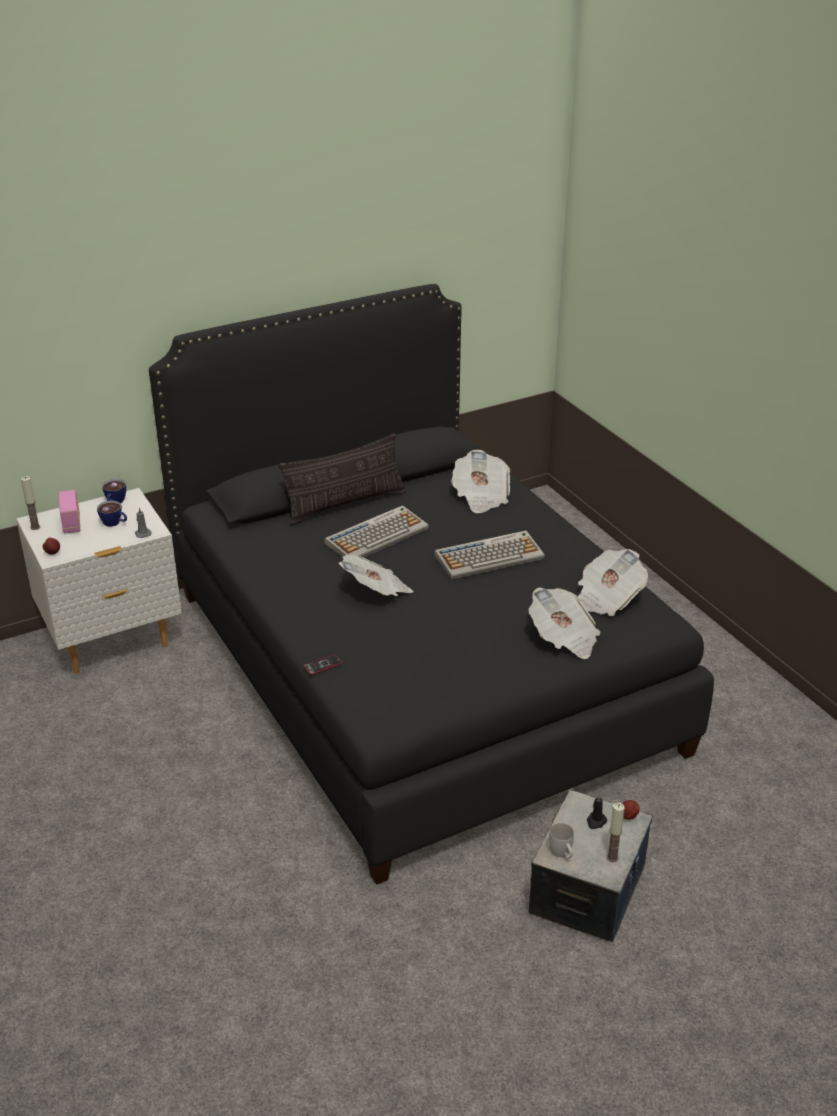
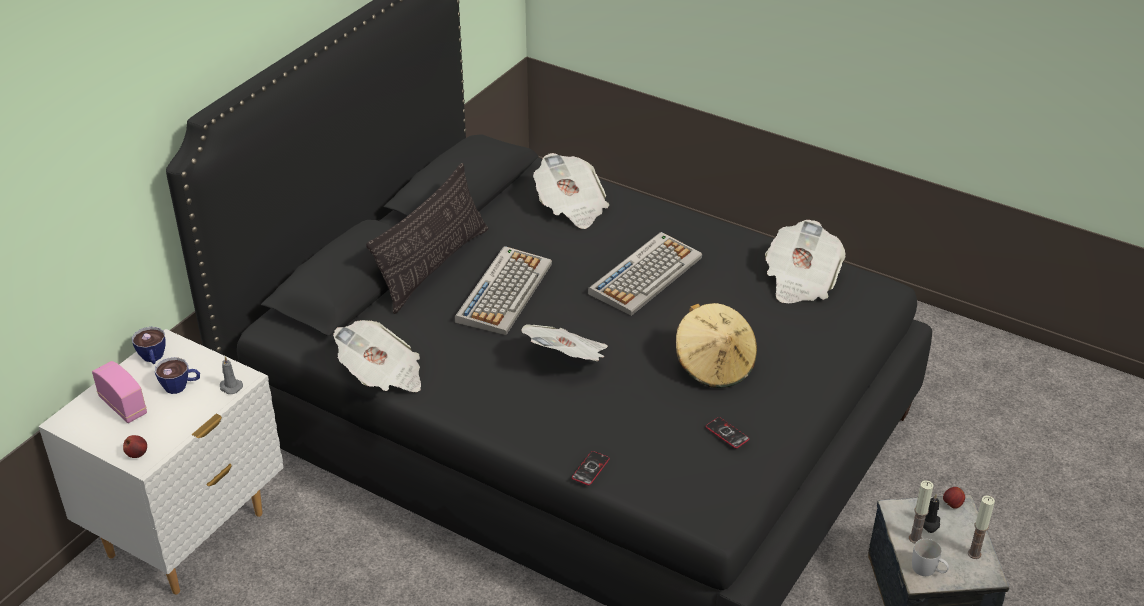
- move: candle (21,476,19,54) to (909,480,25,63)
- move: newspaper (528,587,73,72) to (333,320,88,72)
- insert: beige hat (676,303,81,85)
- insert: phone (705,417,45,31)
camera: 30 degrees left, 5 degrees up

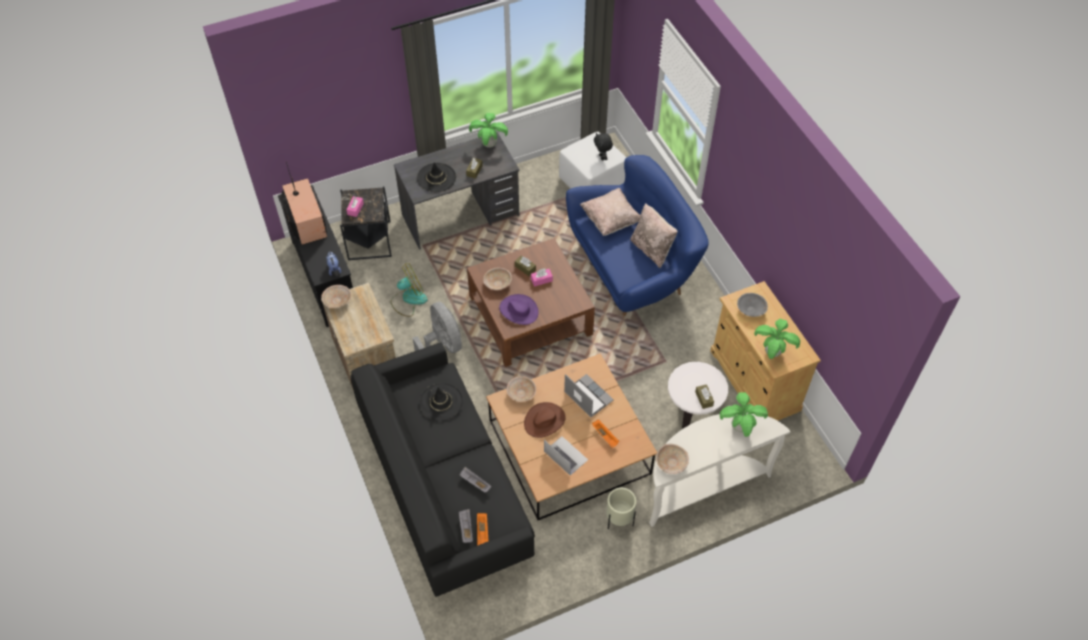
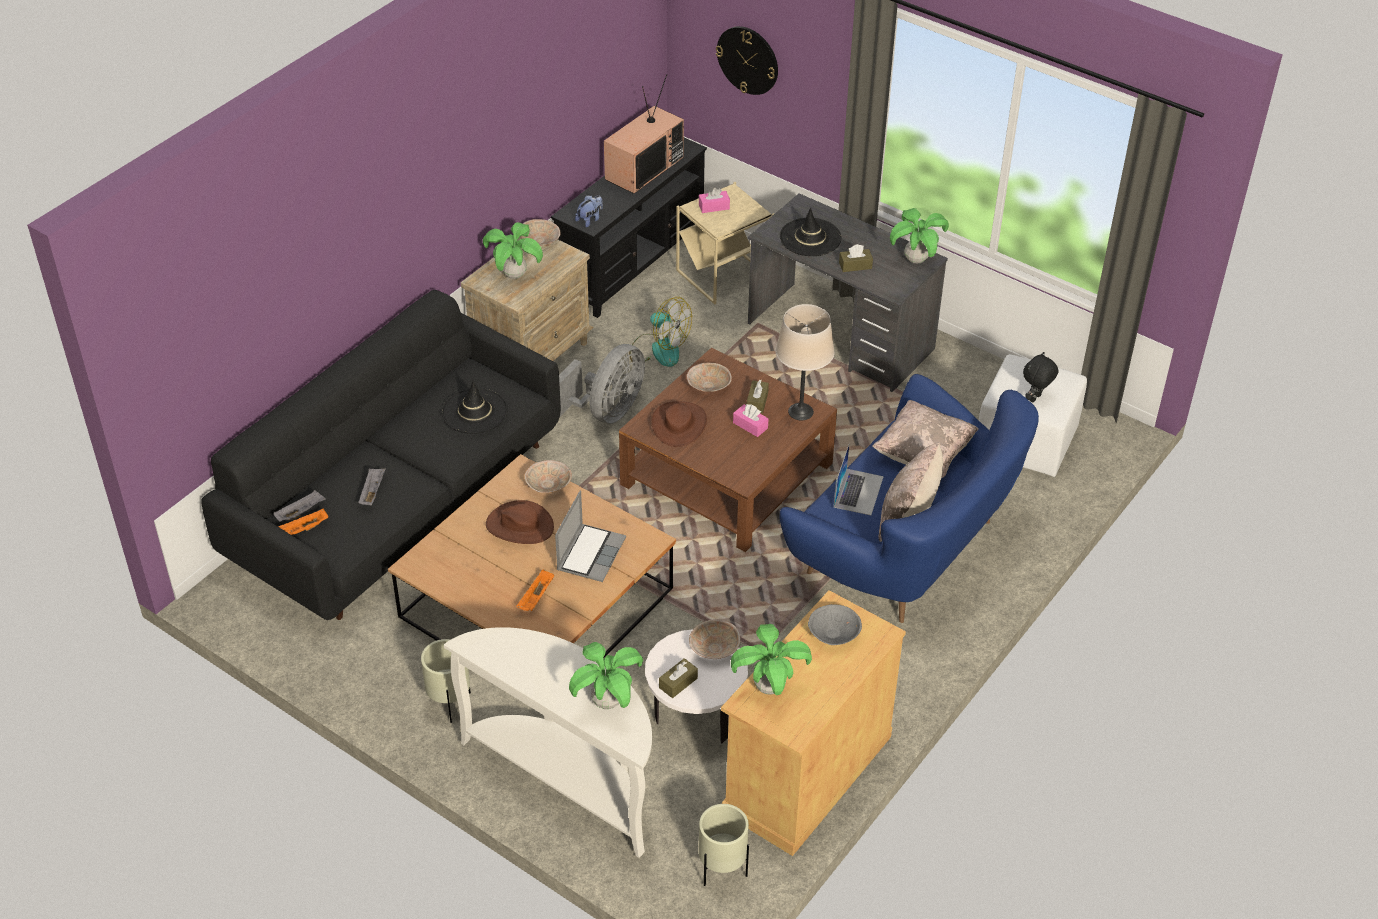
- recolor: black side table (340,186,52,74) to beige side table (676,182,98,123)
- recolor: purple hat (499,294,40,31) to brown hat (651,401,56,46)
- move: laptop (544,436,44,40) to (834,445,50,70)
- move: beige bowl (656,444,33,30) to (689,620,51,39)
- insert: wall clock (716,26,62,69)
- insert: potted plant (483,222,60,57)
- insert: beige table lamp (775,304,60,117)
- insert: beige planter (699,804,50,82)
camera: 60 degrees right, 10 degrees down

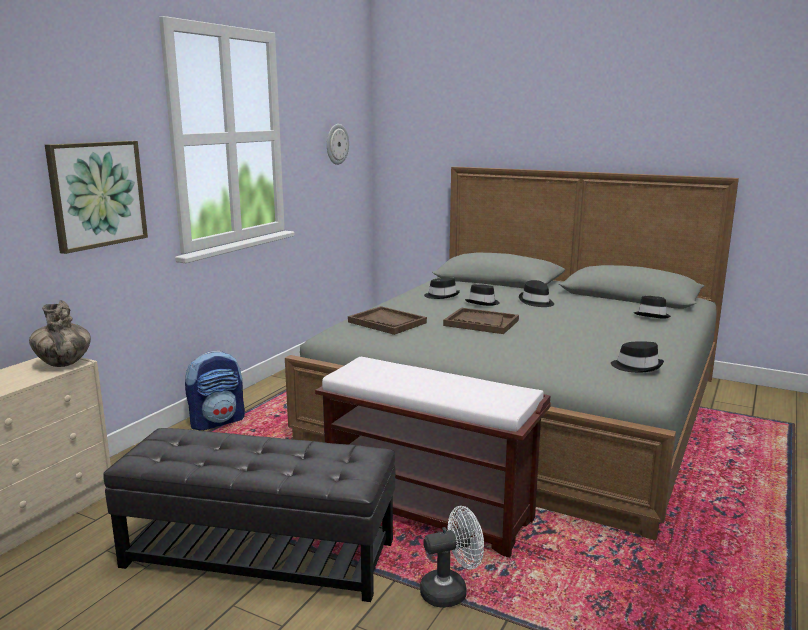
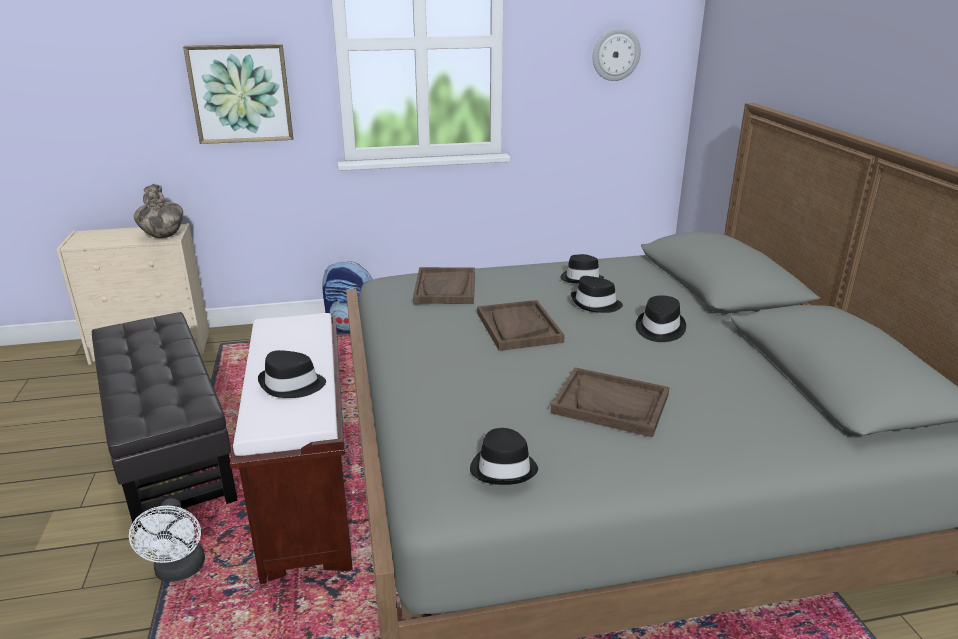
- move: black hat (633,296,38,23) to (258,350,68,48)
- rotate: white fan (420,506,64,102) = (129,498,76,84) 45 degrees clockwise
- insert: brown tray (551,367,119,70)
camera: 50 degrees right, 10 degrees up

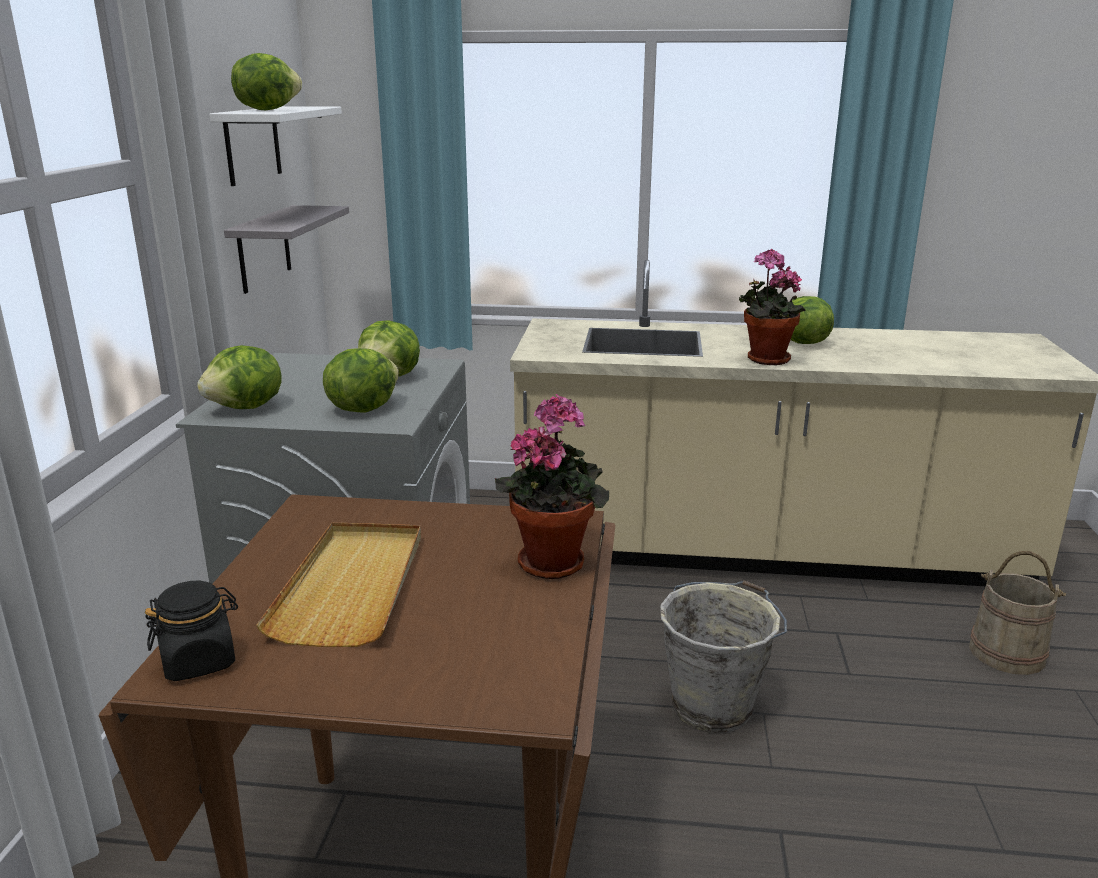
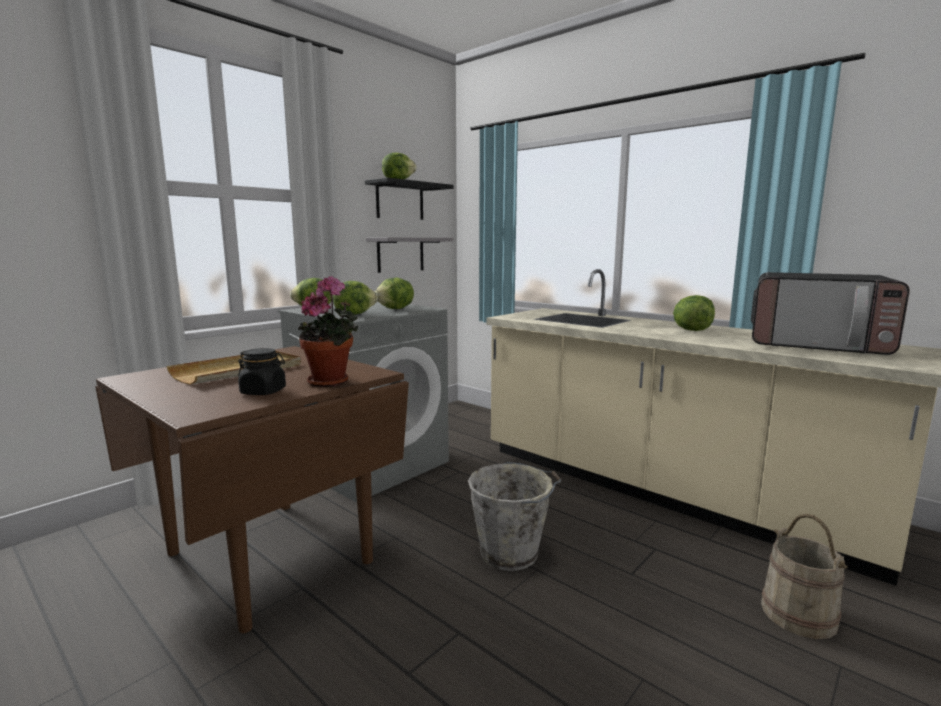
- recolor: white shelf (209,106,133,80) to black shelf (365,177,89,43)
- delete: potted plant (739,249,67,116)
- move: black jar (145,581,93,100) to (238,348,48,47)
- insert: microwave (751,272,159,83)
camera: 35 degrees right, 10 degrees down

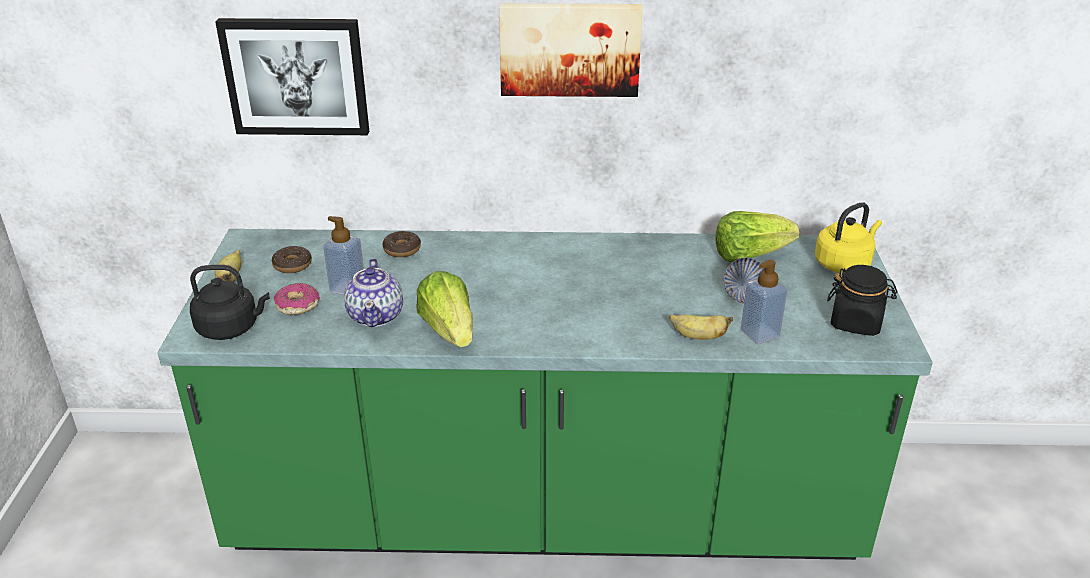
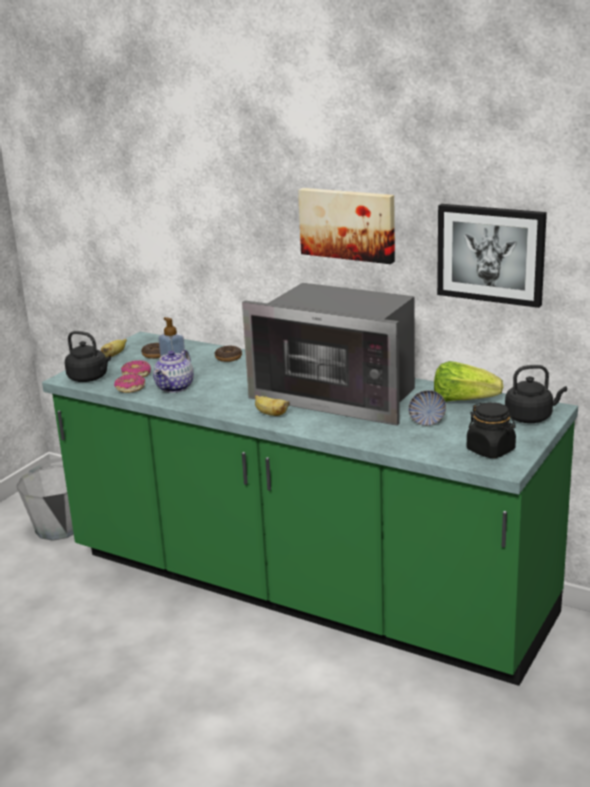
- move: picture (215,18,154,117) to (437,204,110,104)
- recolor: yellow kettle (815,202,67,72) to black kettle (505,365,62,58)
- delete: soap dispenser (741,260,46,84)
- delete: lettuce (416,271,57,76)
- move: banana (669,315,64,25) to (255,395,35,21)
- insert: microwave (242,283,173,143)
- insert: donut (114,374,31,19)
- insert: grey bucket (16,458,58,83)
camera: 30 degrees right, 10 degrees down

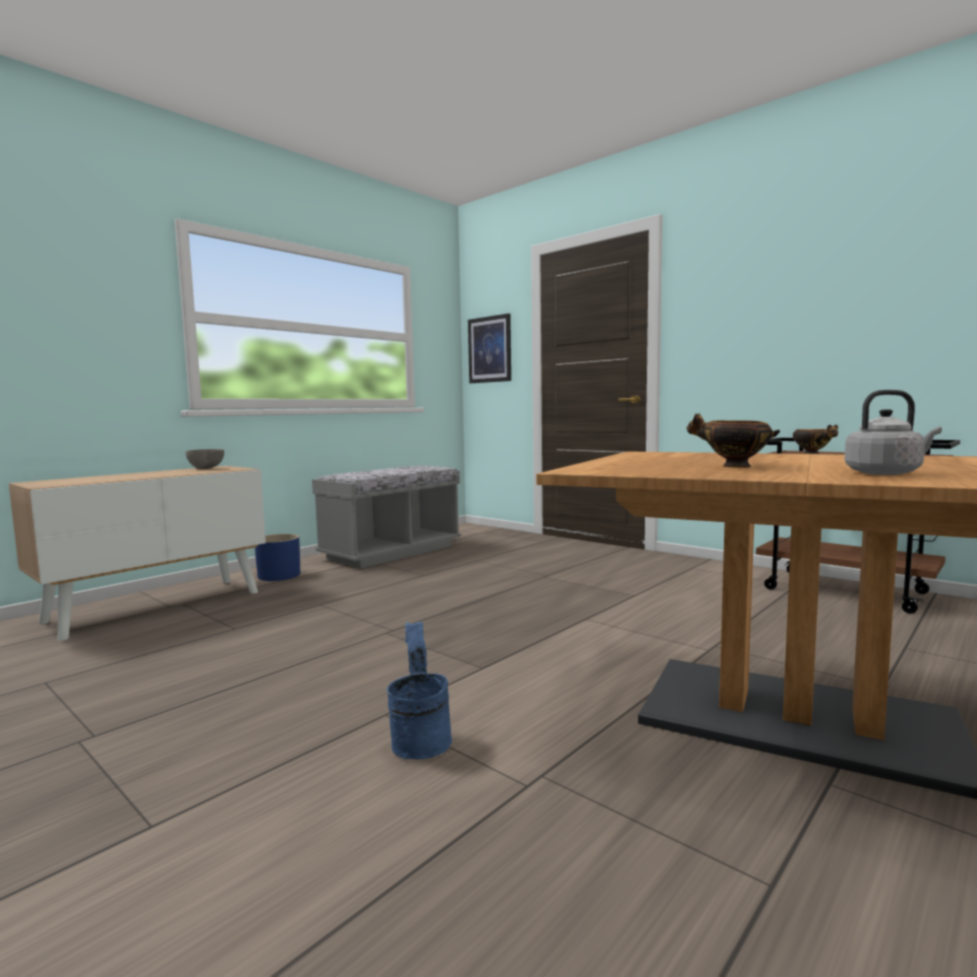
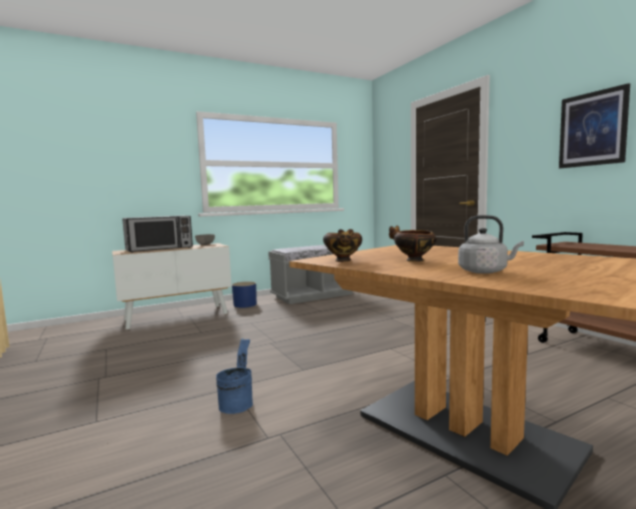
- move: picture (468,313,43,70) to (559,83,71,85)
- move: bowl (793,425,45,29) to (323,229,39,33)
- insert: microwave (122,216,71,37)
camera: 20 degrees right, 0 degrees up

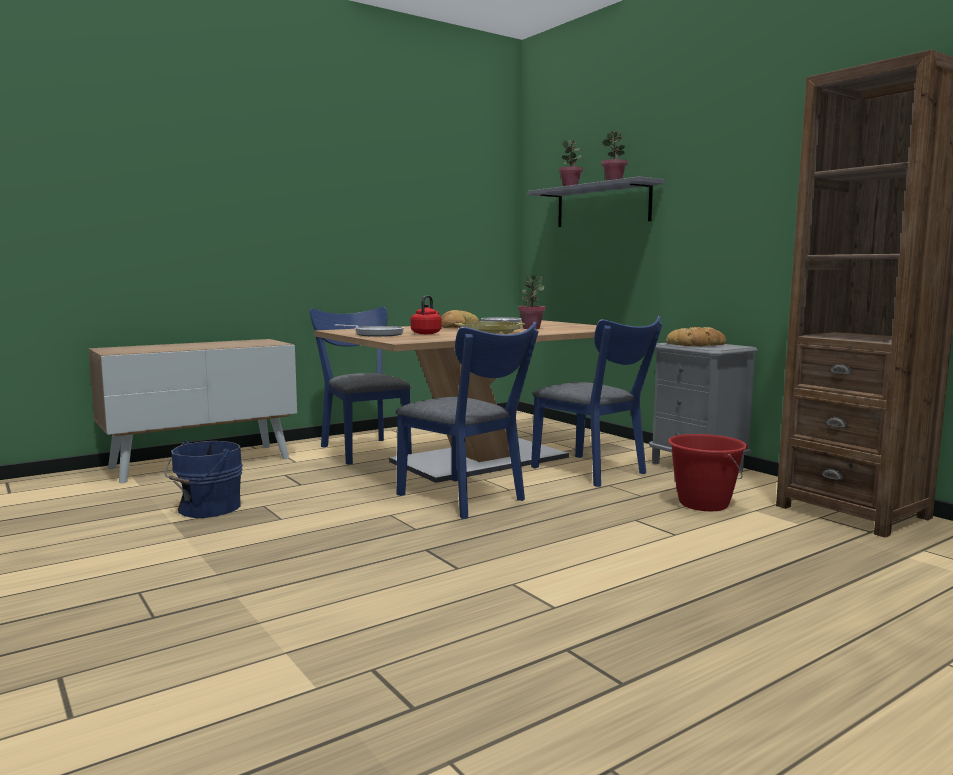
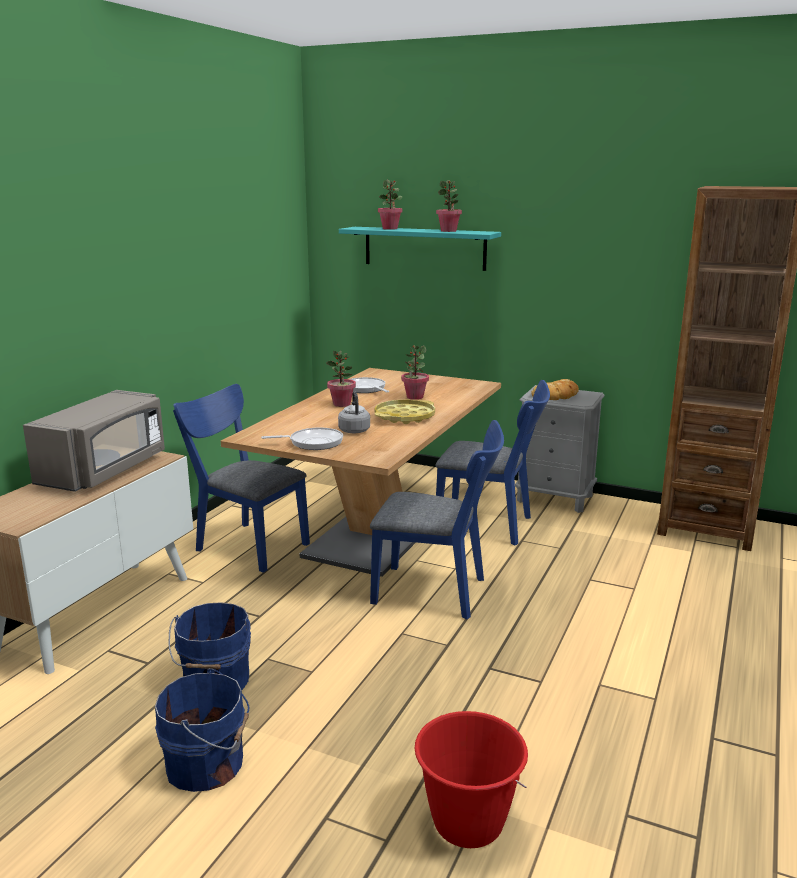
- recolor: grey shelf (527,176,137,51) to turquoise shelf (339,227,162,44)
- recolor: red kettle (411,295,30,39) to grey kettle (338,391,32,42)
- replace: bread (441,310,38,18) to potted plant (327,351,29,56)
- move: red bucket (668,434,79,77) to (415,711,113,137)
- insert: grey microwave (23,390,142,102)
- insert: blue bucket (155,669,94,123)
camera: 30 degrees left, 10 degrees up

